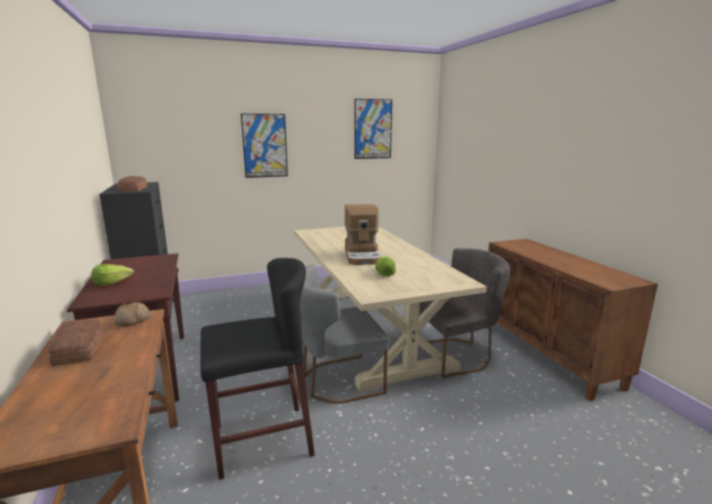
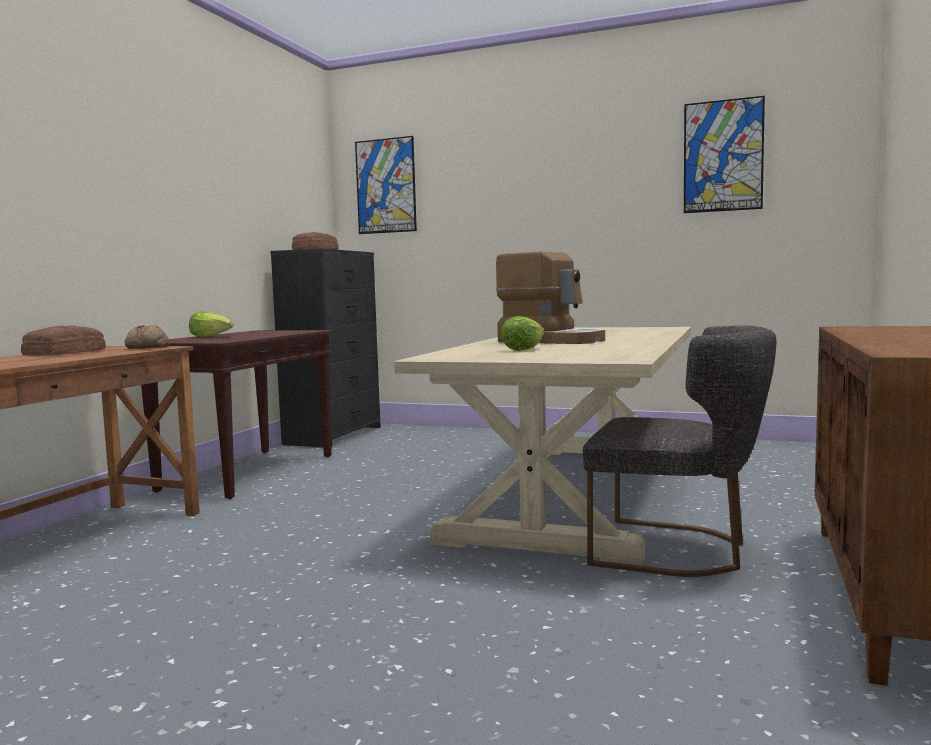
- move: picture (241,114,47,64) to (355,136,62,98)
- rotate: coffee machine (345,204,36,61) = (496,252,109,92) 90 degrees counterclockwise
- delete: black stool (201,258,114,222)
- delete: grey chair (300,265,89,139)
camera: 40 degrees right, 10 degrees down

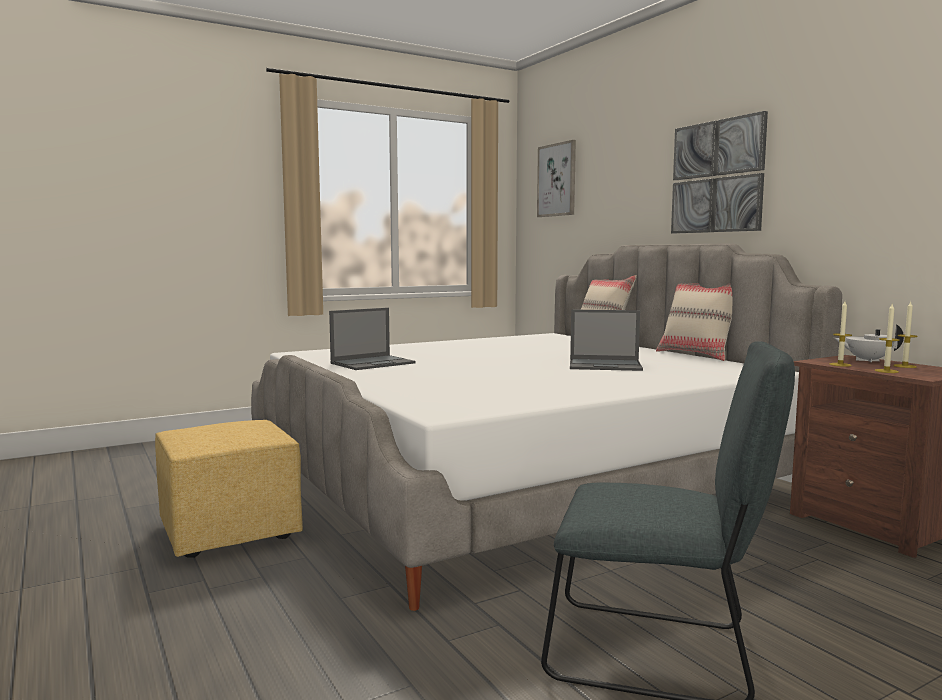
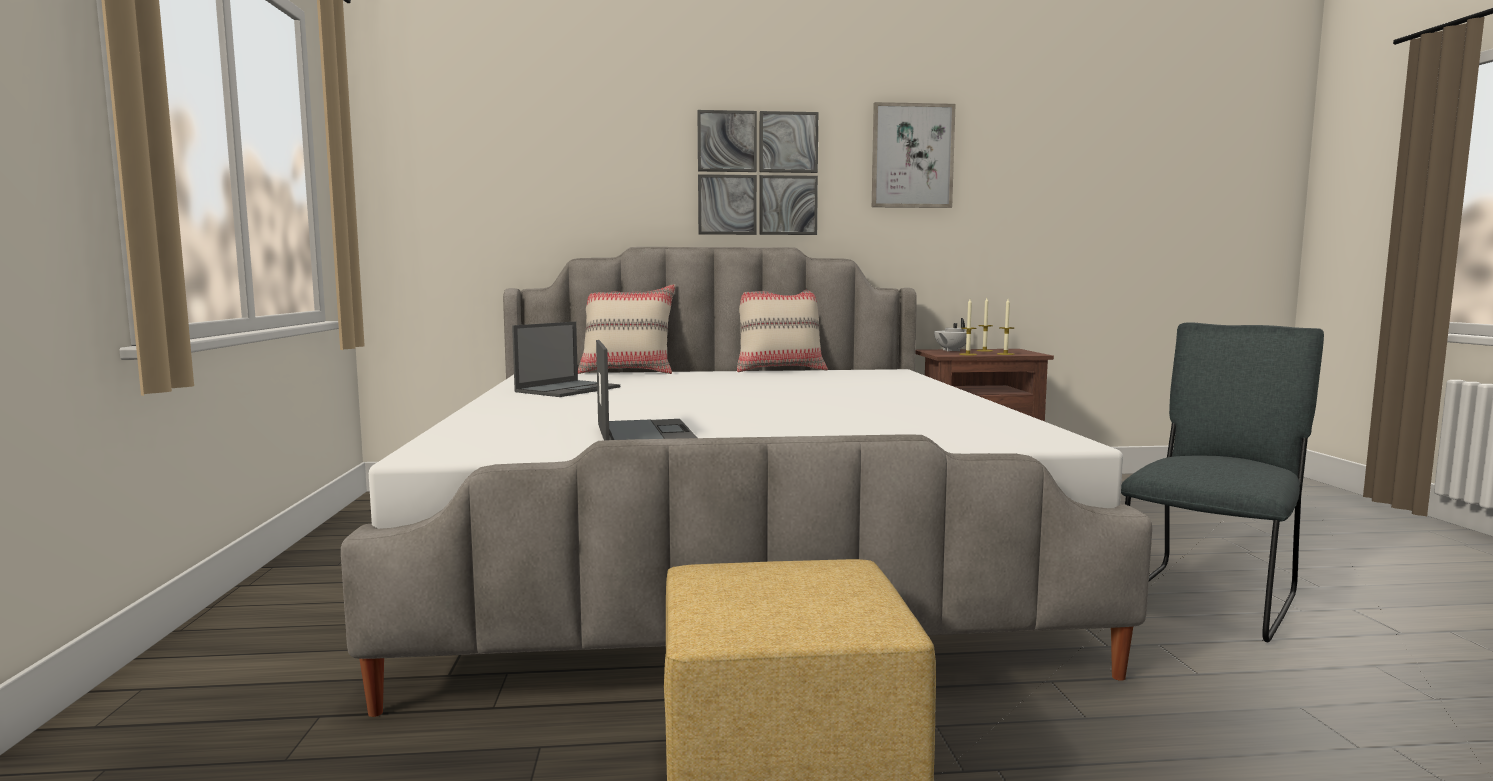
- move: picture (537,140,39,77) to (872,102,84,106)
- move: laptop (570,309,73,62) to (512,322,108,75)
camera: 65 degrees left, 0 degrees up

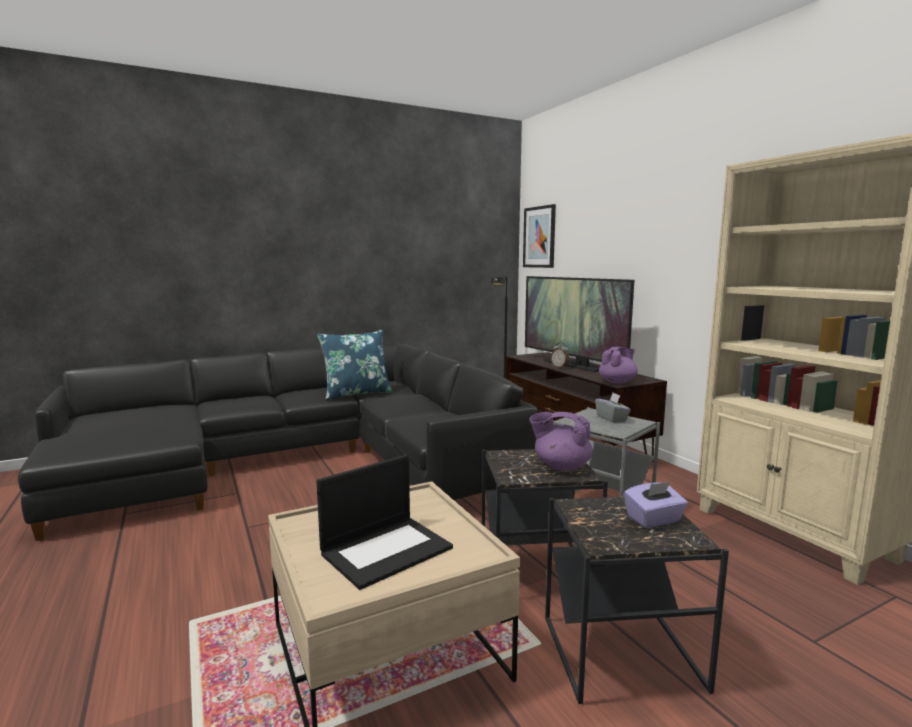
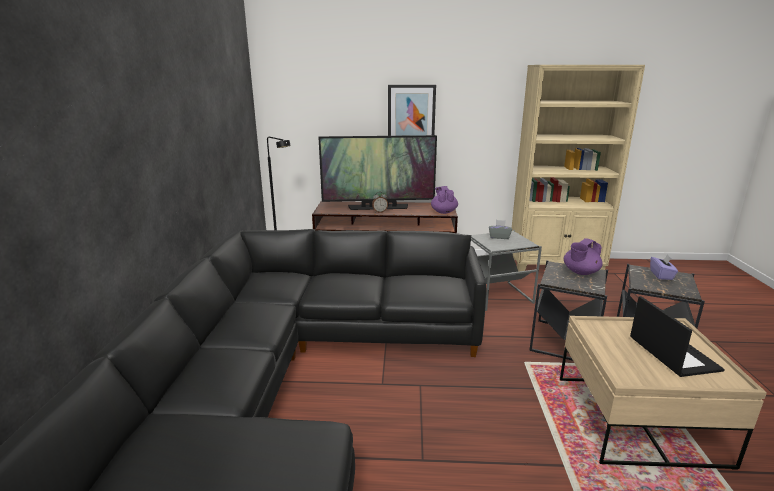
- move: picture (523,204,33,64) to (388,85,48,51)
- delete: blue pillow (317,330,76,70)
camera: 60 degrees left, 10 degrees up

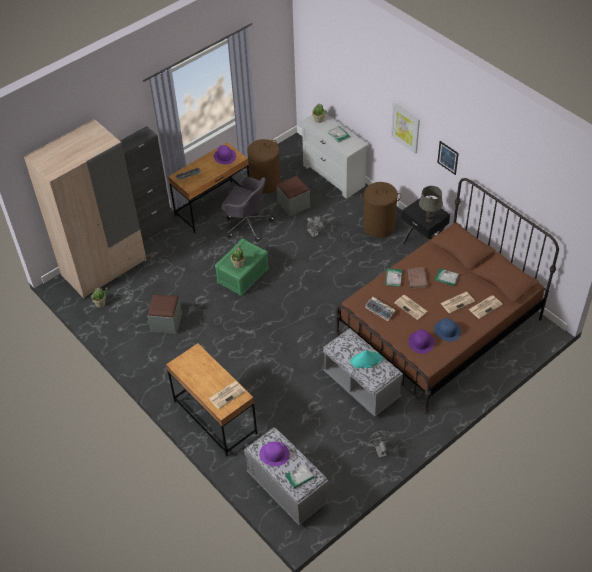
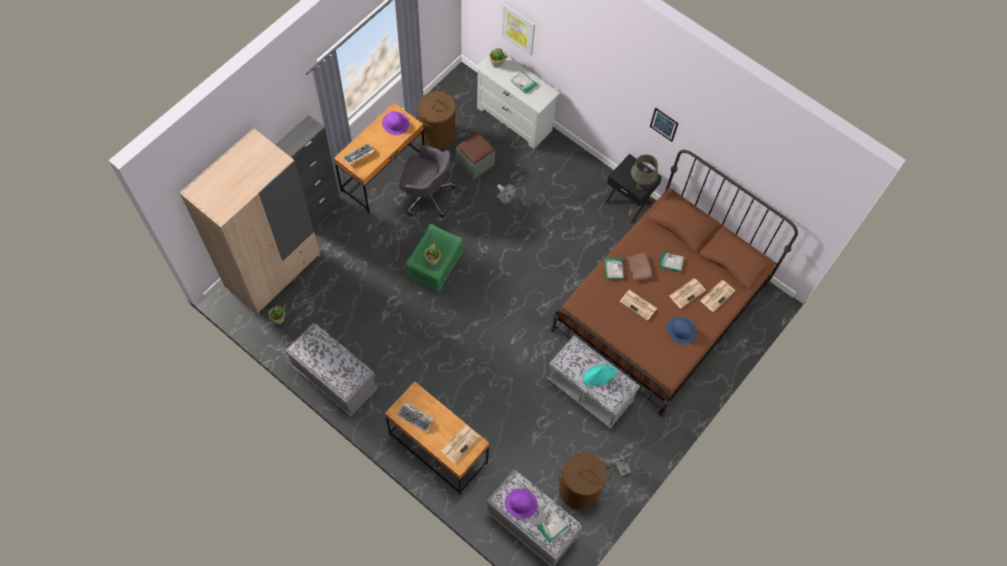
- move: picture (391,103,29,51) to (501,3,34,53)
- move: brown laundry basket (360,182,42,56) to (558,452,54,58)
- delete: grey ottoman (147,294,35,40)
- move: keyboard (365,297,30,24) to (397,402,36,30)
- delete: purple hat (408,329,27,25)
- insert: grey bench (285,323,93,94)
camera: 15 degrees left, 15 degrees up

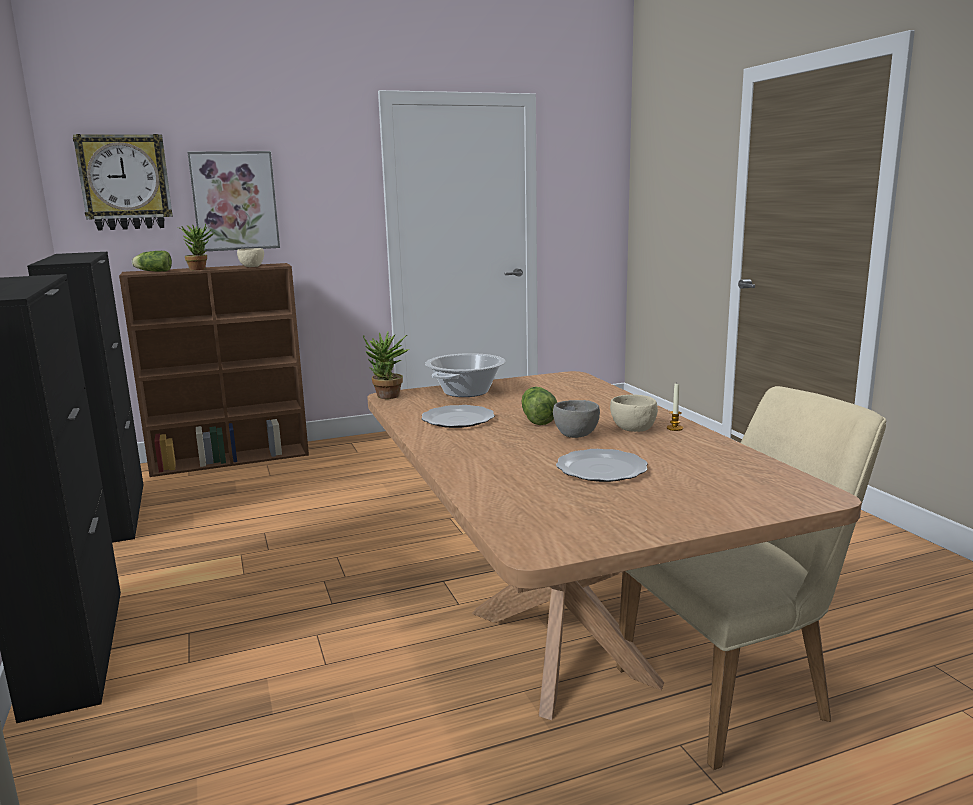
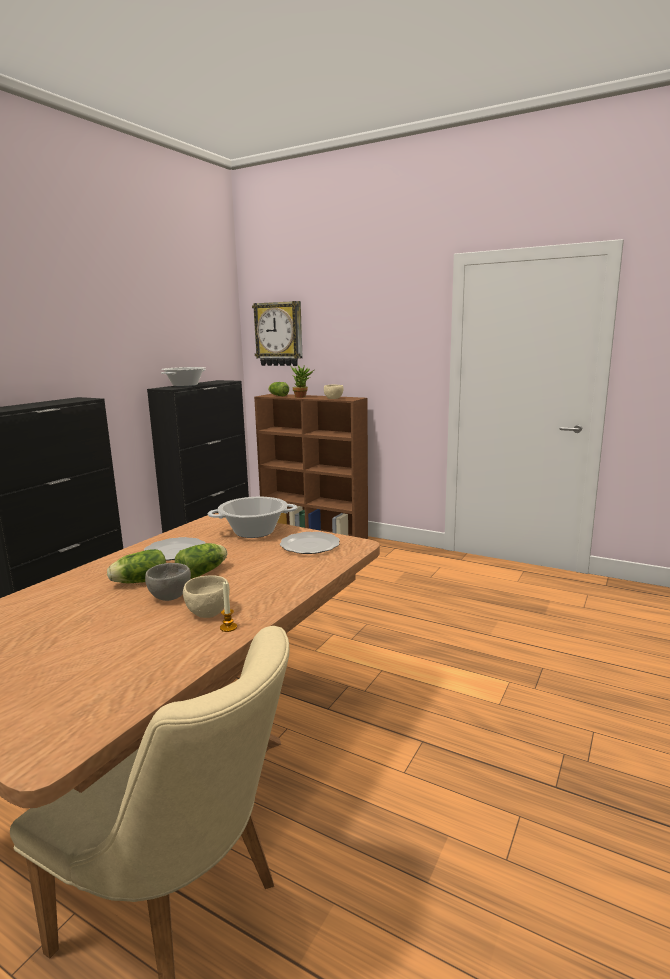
- delete: picture (188,151,92,100)
- delete: potted plant (363,332,46,67)
- move: plate (556,449,92,33) to (280,532,60,22)
- insert: cooking pot (161,367,45,20)
- insert: lettuce (107,549,59,34)
camera: 50 degrees right, 0 degrees up

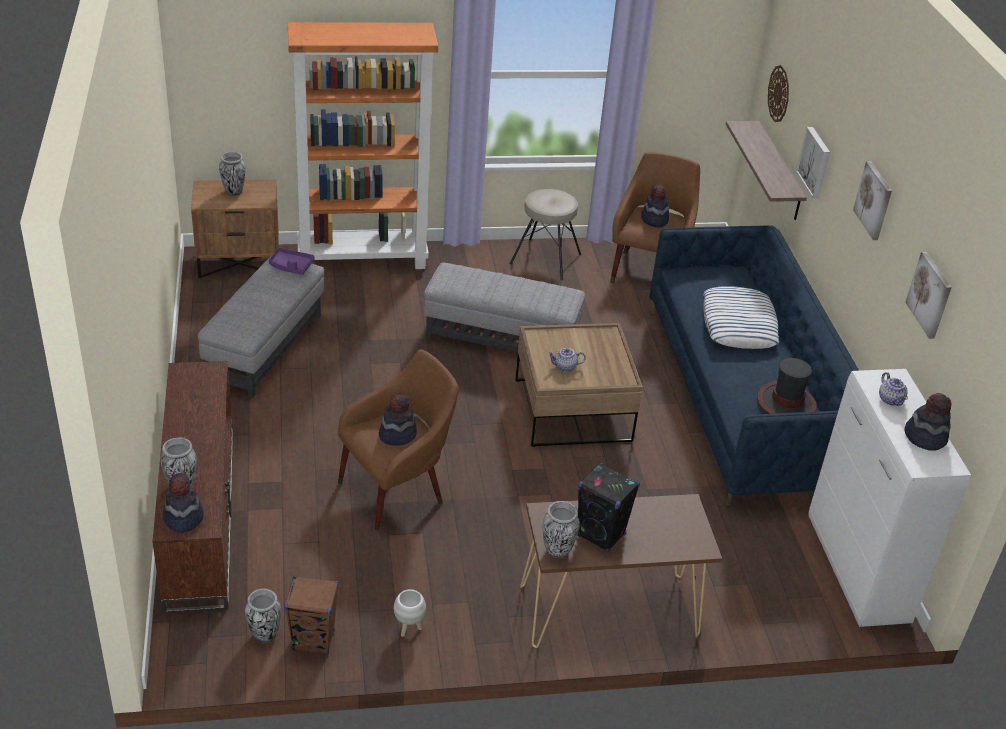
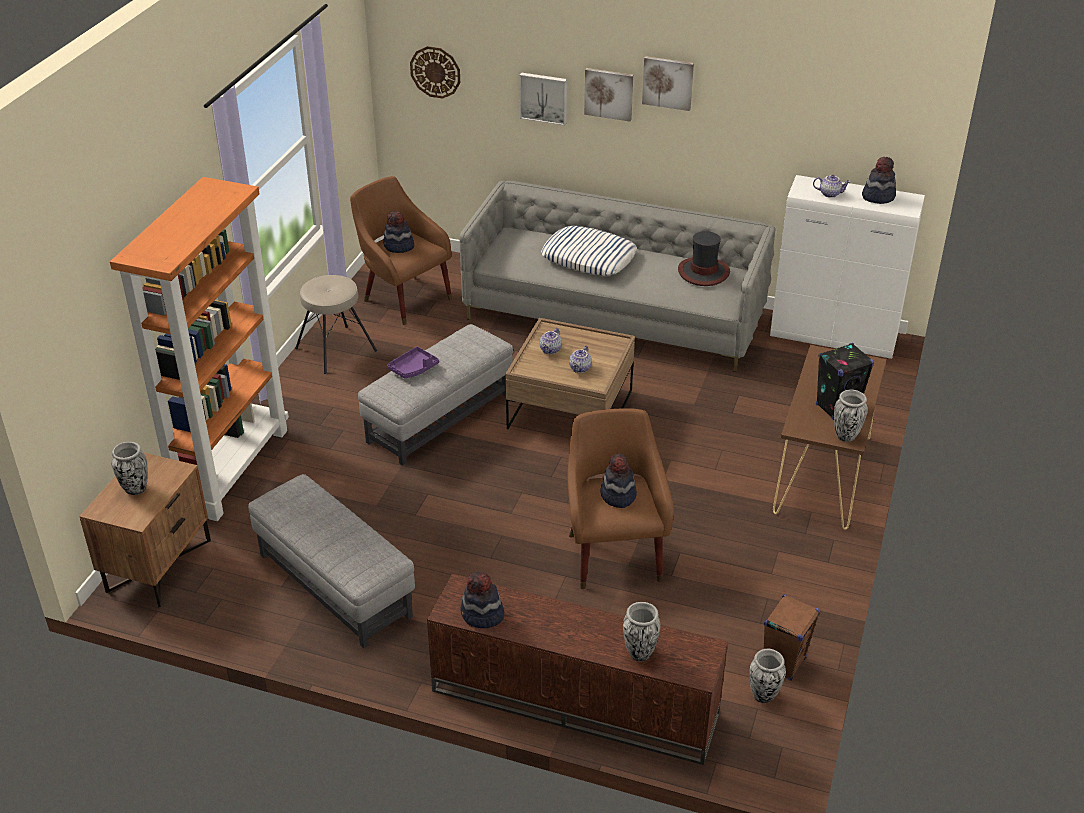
- delete: shelf (726,121,81,99)
- recolor: blue sofa (649,225,210,282) to grey sofa (459,181,317,191)
- move: purple tray (269,248,45,27) to (387,347,52,31)
- move: picture (905,252,47,87) to (584,68,49,54)
- move: hat (163,473,41,60) to (460,571,44,57)
- delete: white planter (394,589,32,48)
- insert: teapot (540,328,22,26)
camera: 60 degrees left, 0 degrees up

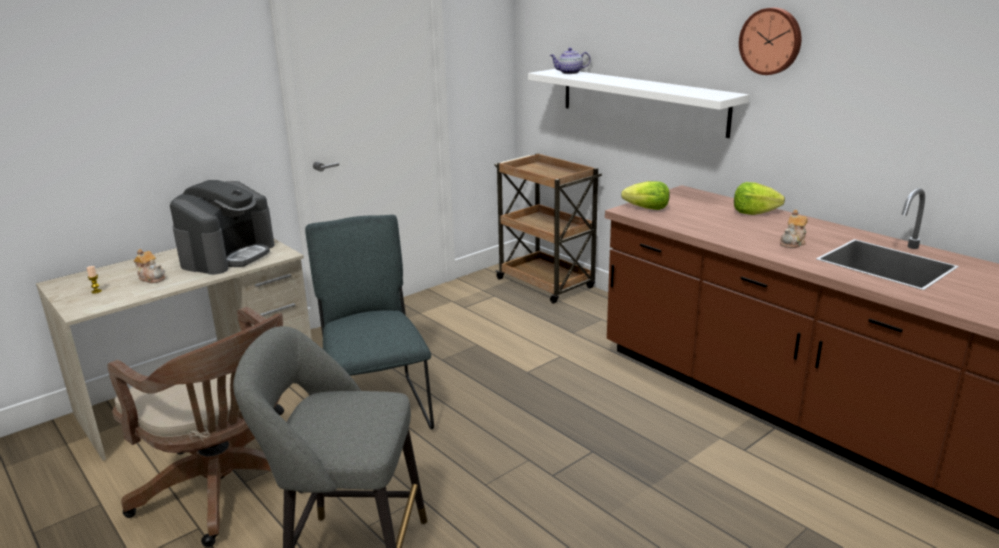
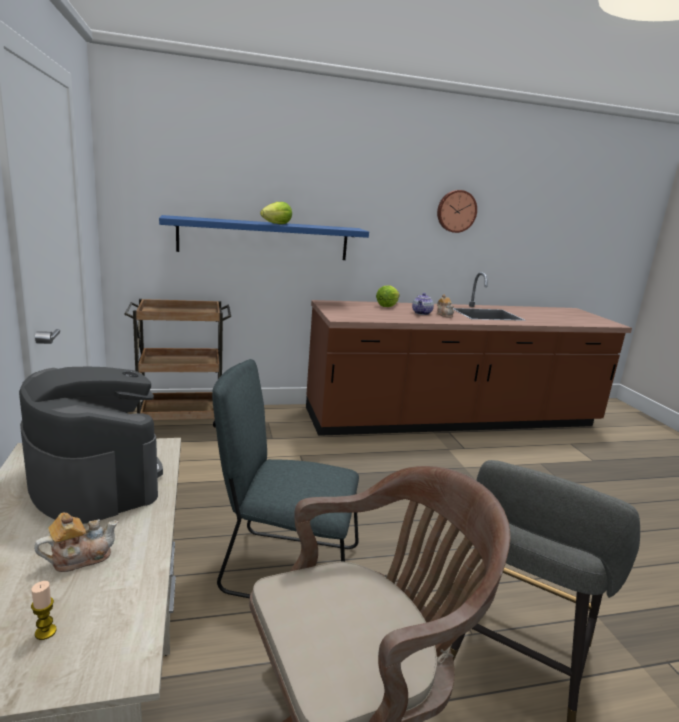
- move: wall clock (739,7,62,68) to (437,190,40,43)
- move: teapot (550,48,41,26) to (412,293,22,22)
- recolor: white shelf (528,69,221,69) to blue shelf (159,215,210,45)
- move: lettuce (621,181,49,29) to (260,202,32,22)
camera: 65 degrees left, 5 degrees down

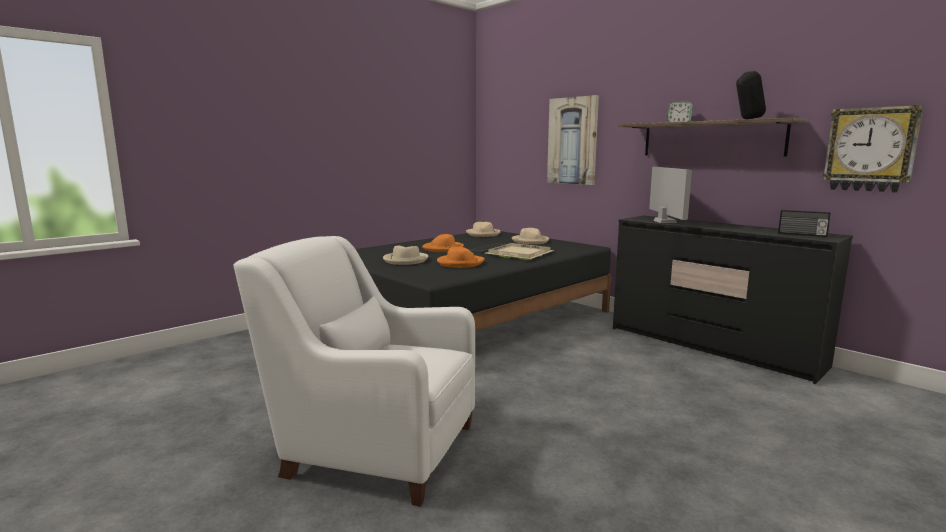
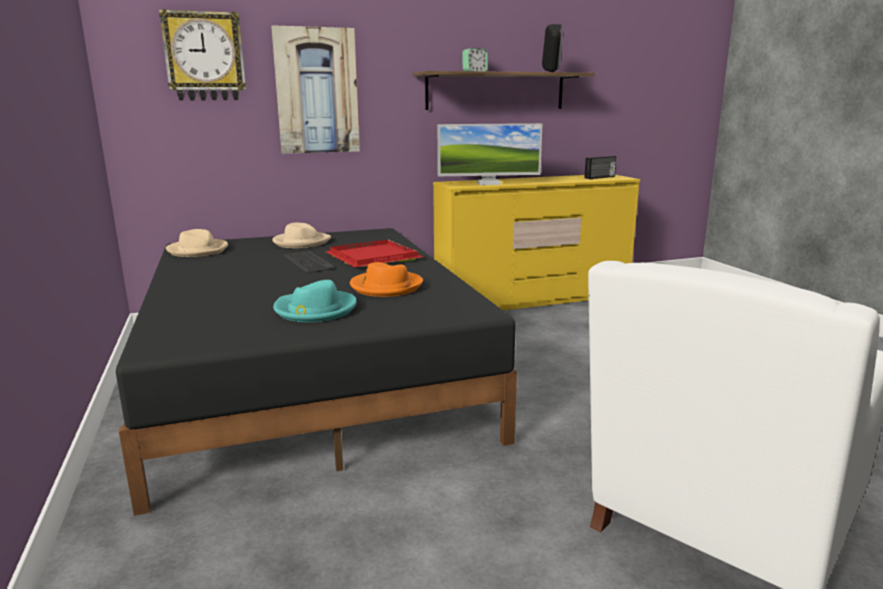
- move: wall clock (823,105,101,88) to (159,9,87,92)
- rotate: monitor (649,167,43,56) = (437,123,106,62) 150 degrees clockwise
- recolor: black dresser (613,216,240,168) to yellow dresser (433,175,207,135)
- delete: orange hat (422,234,42,18)
- recolor: beige tray (486,243,68,17) to red tray (325,240,99,27)
- recolor: beige hat (383,246,46,19) to turquoise hat (273,280,84,42)
camera: 65 degrees left, 5 degrees up

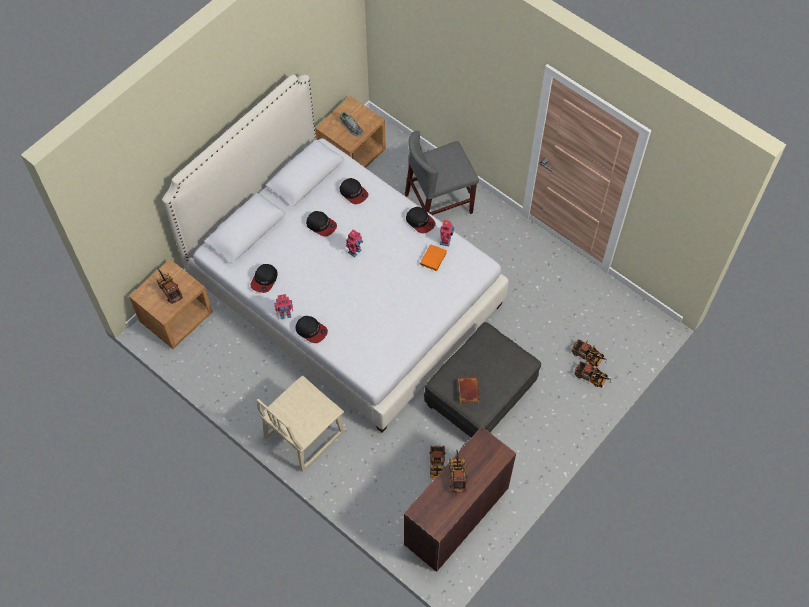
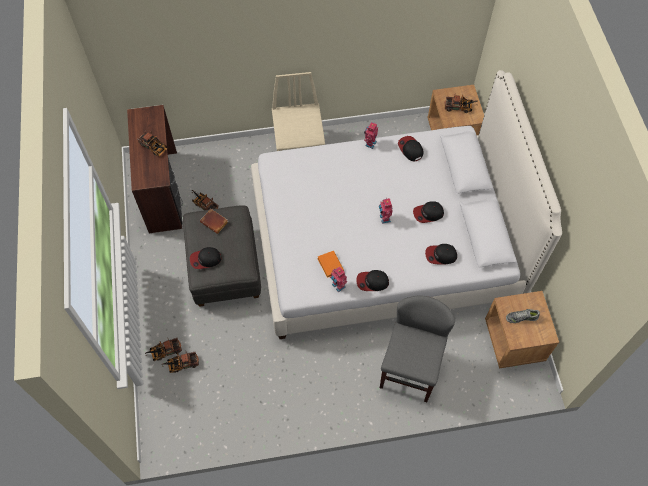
- move: cap (295,316,33,27) to (190,247,32,22)
camera: 130 degrees right, 0 degrees up

